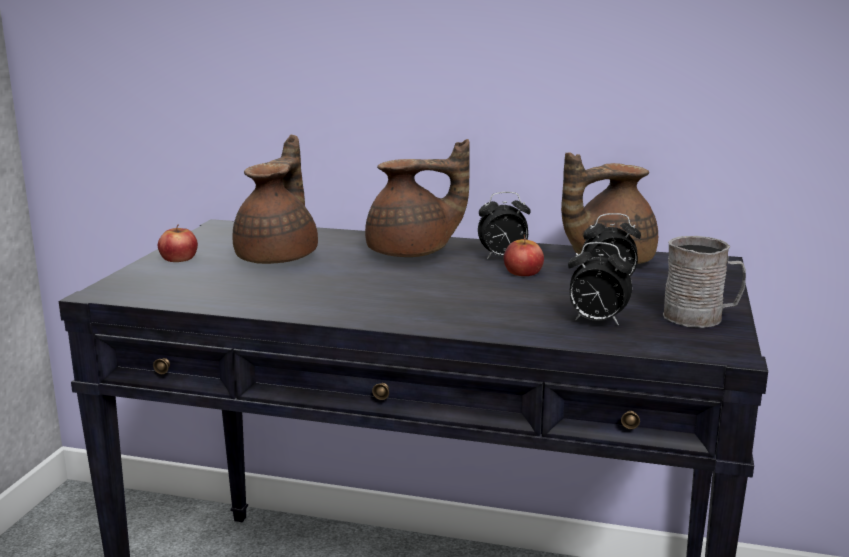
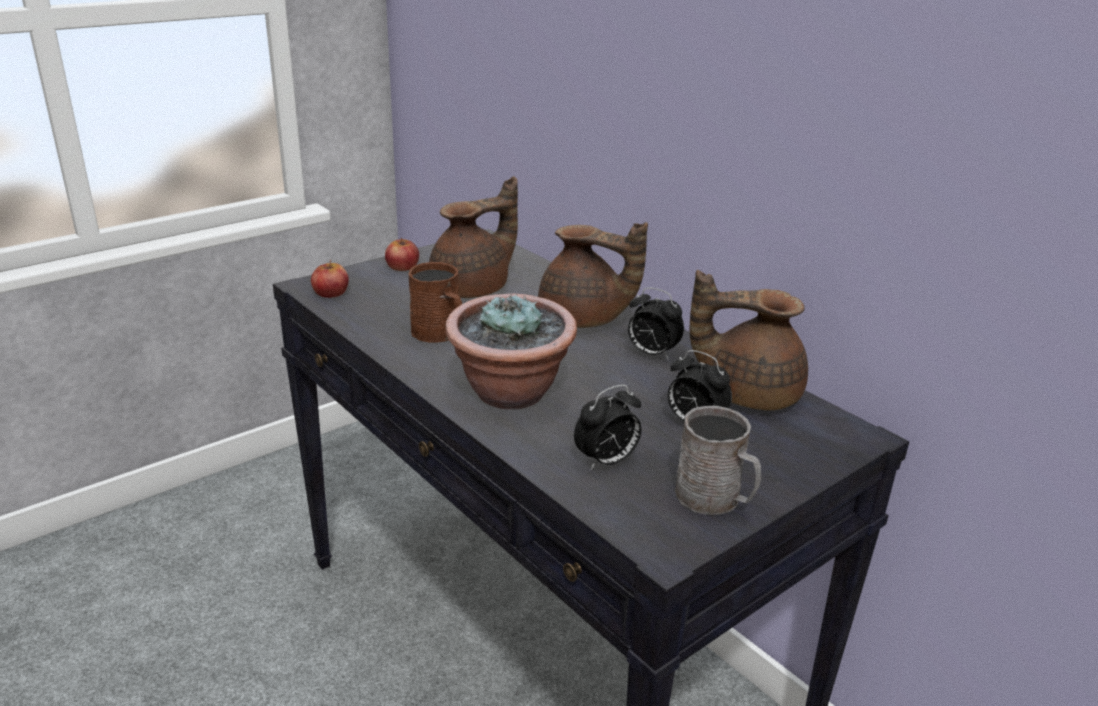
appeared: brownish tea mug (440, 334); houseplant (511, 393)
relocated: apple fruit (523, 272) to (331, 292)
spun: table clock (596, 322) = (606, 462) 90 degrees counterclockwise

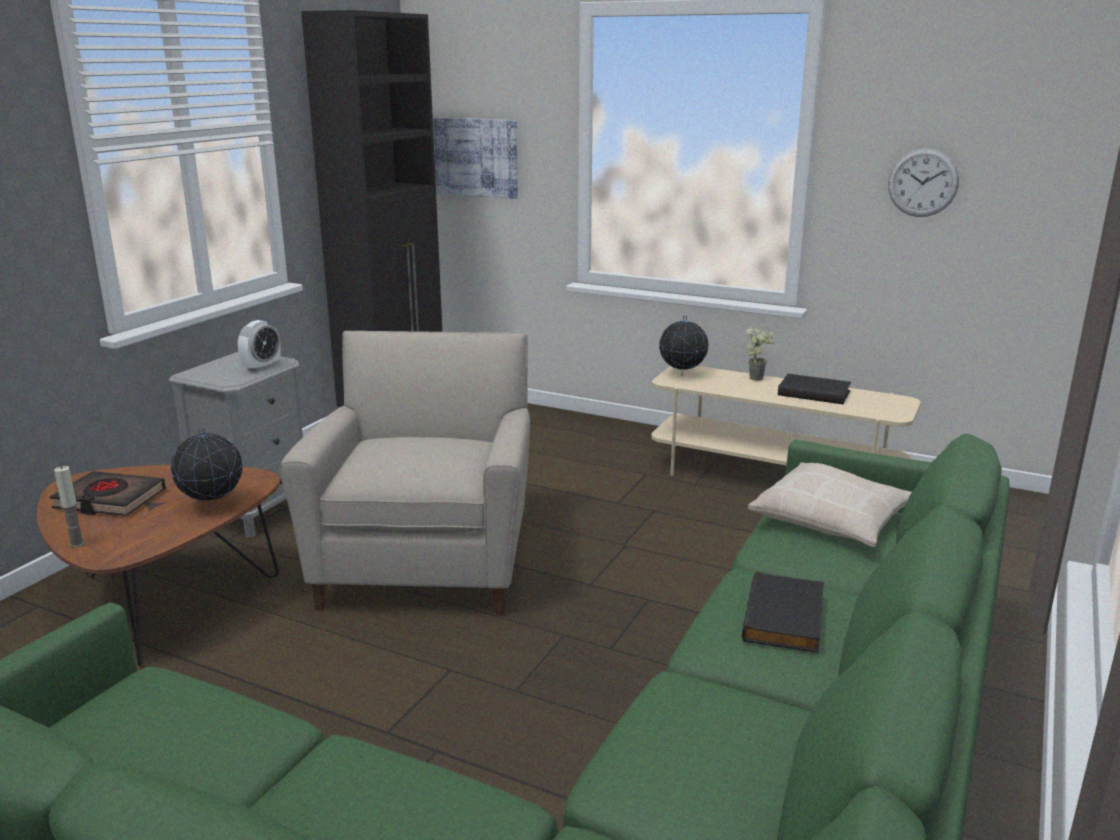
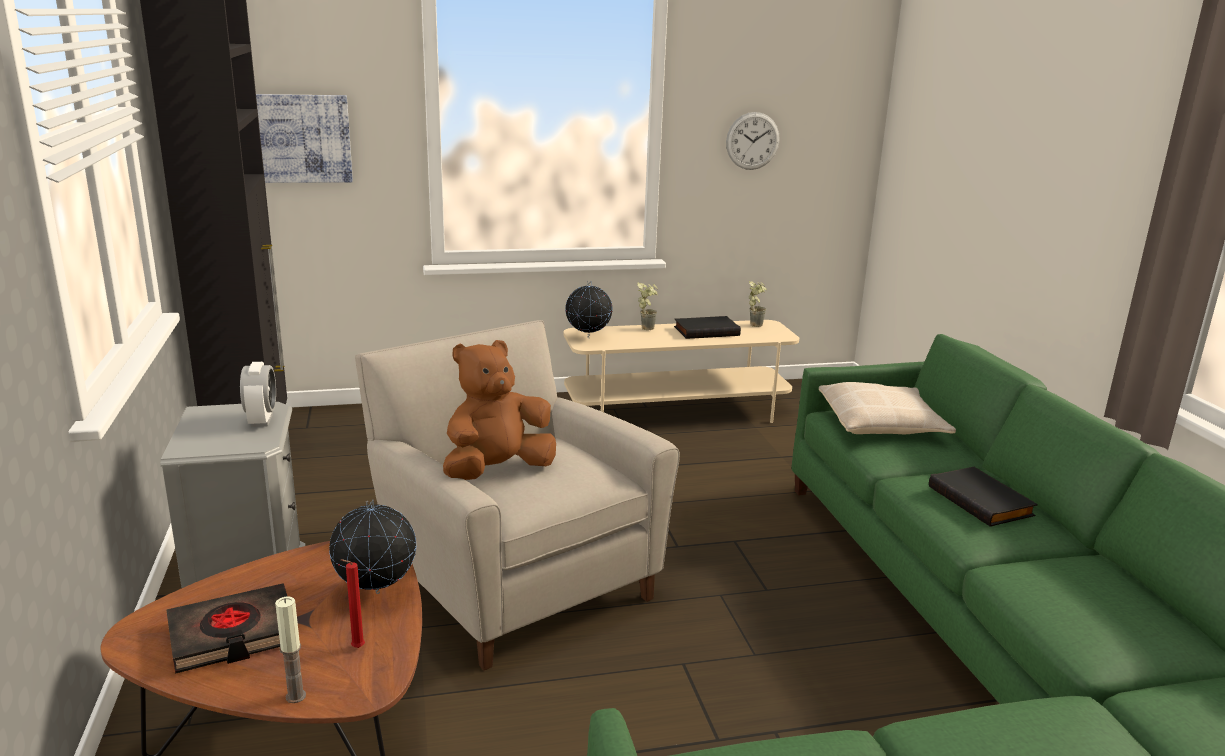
appeared: houseplant (755, 324); brownish soft toy (497, 471); red-coloured candle (356, 648)

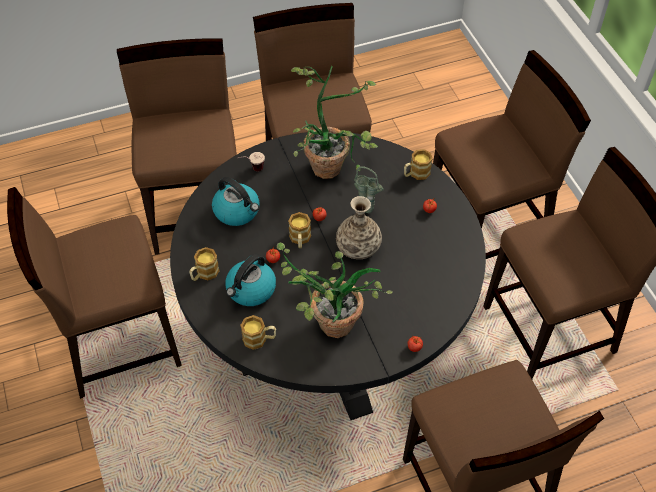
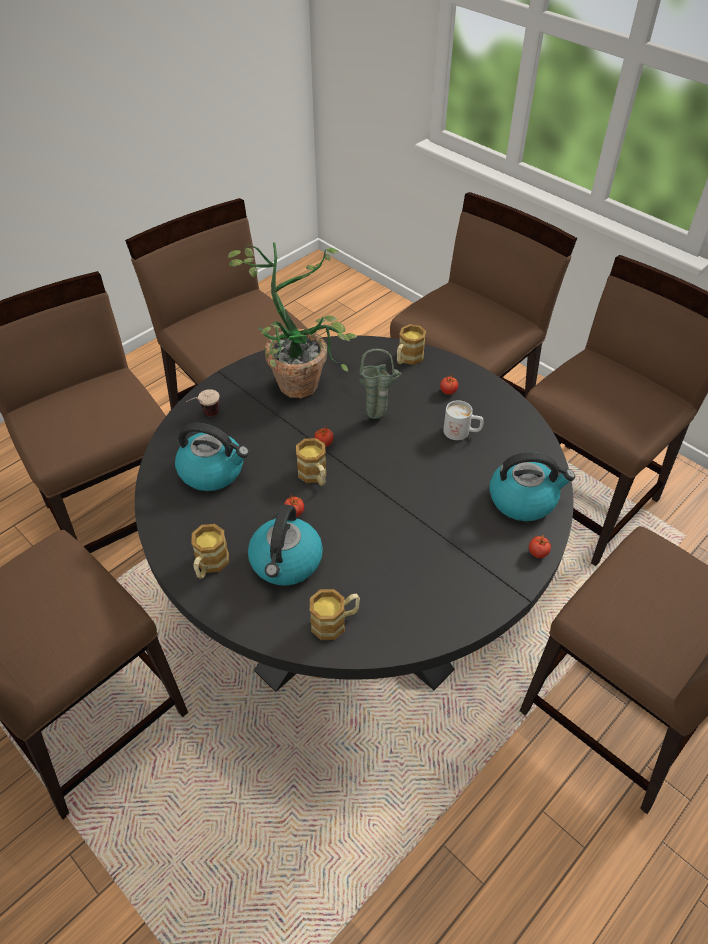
missing: flower vase (358, 247); houseplant (326, 323)
appeared: whitish tea mug (462, 432); kettle (523, 499)

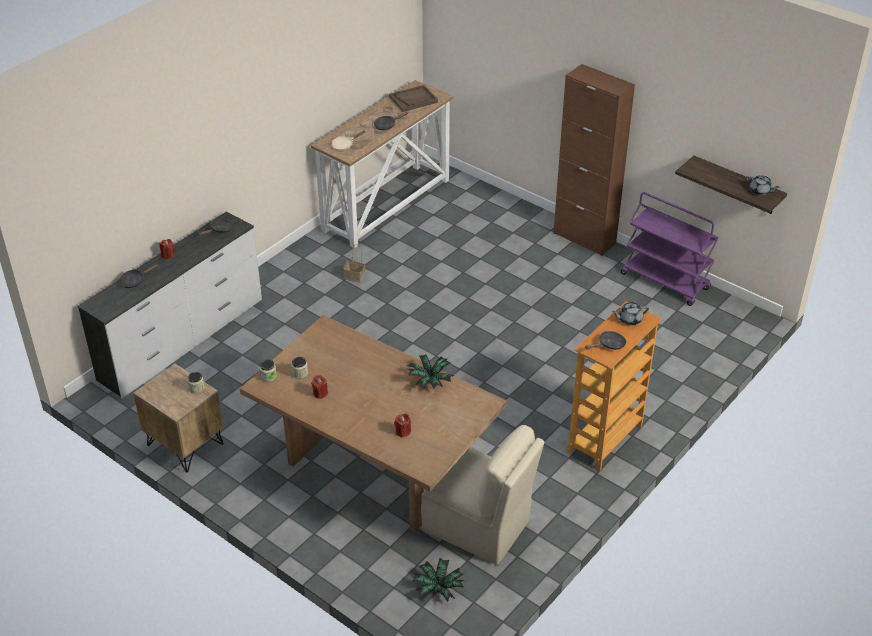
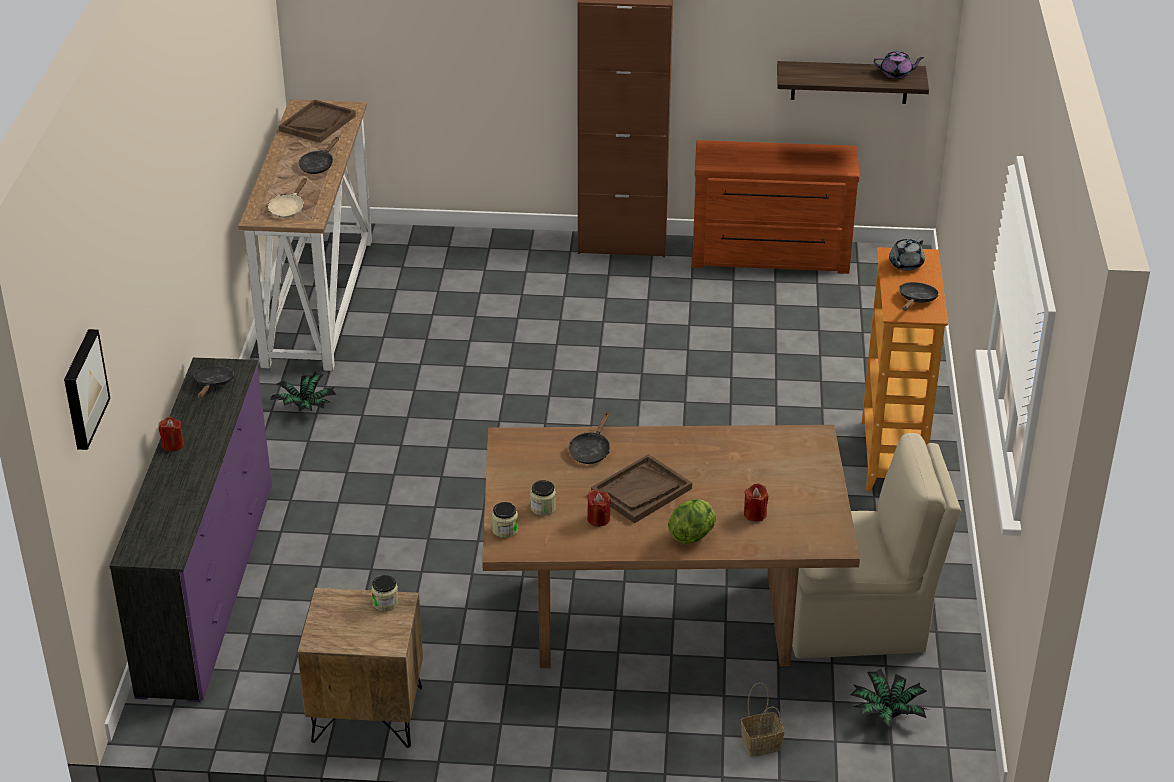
appeared: wall art (82, 388); brownish serving tray (641, 491); lettuce (692, 535)
relocated: storage basket (355, 277) to (762, 743); black-coloured skillet (135, 281) to (591, 450); houseplant (429, 381) to (304, 408)
exchanged: purple-coloured wheeled cart (665, 281) to brownish dresser (770, 257)
colour: greyish pot for tea (760, 191) to purple-coloured pot for tea (896, 74); whitish dresser (183, 339) to purple-coloured dresser (209, 586)

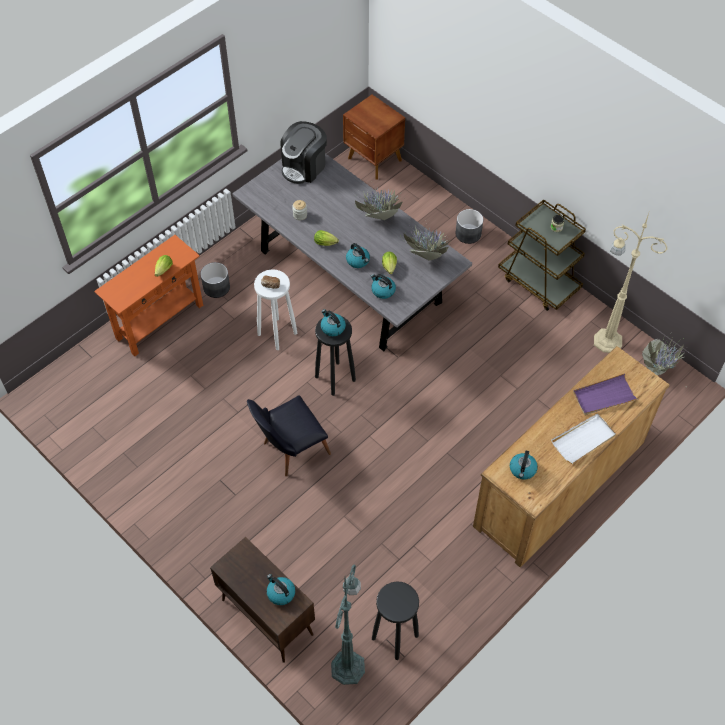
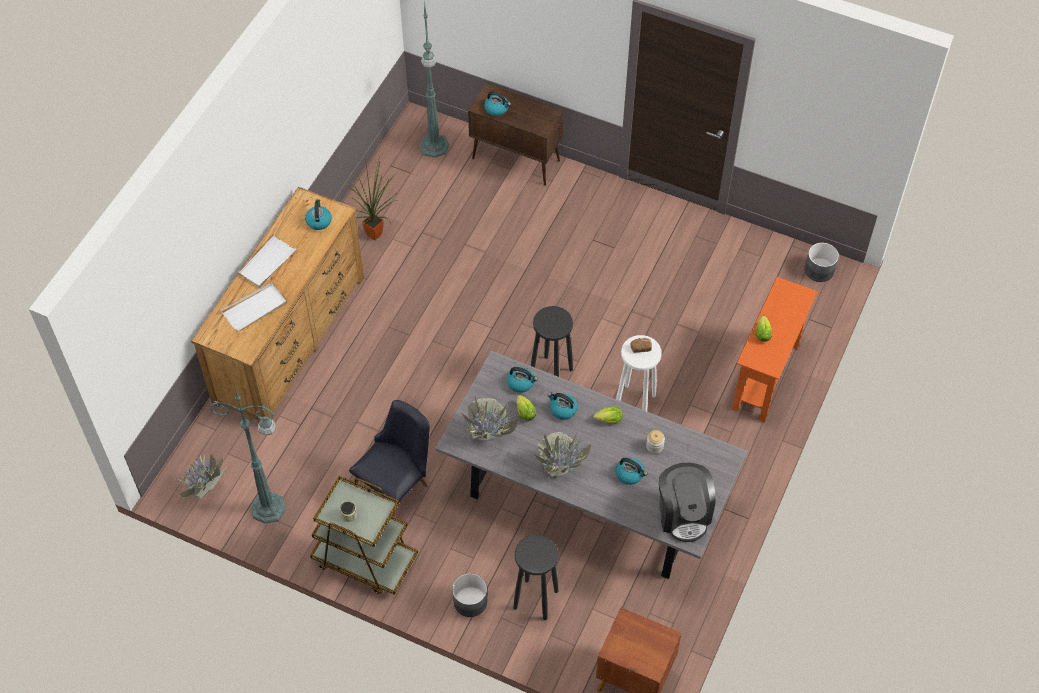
appeared: houseplant (376, 236)
relocated: greyish flower pot (216, 287) to (819, 270); kettle (332, 327) to (630, 474); black-coloured upright chair (290, 450) to (396, 487); black-coloured sitting stool (395, 637) to (535, 599)
colour: beige standard lamp (606, 340) to green-coloured standard lamp (270, 508); purple-coloured serving tray (604, 396) to whitish serving tray (255, 309)
spun: coffee machine (304, 167) = (683, 513) 150 degrees clockwise

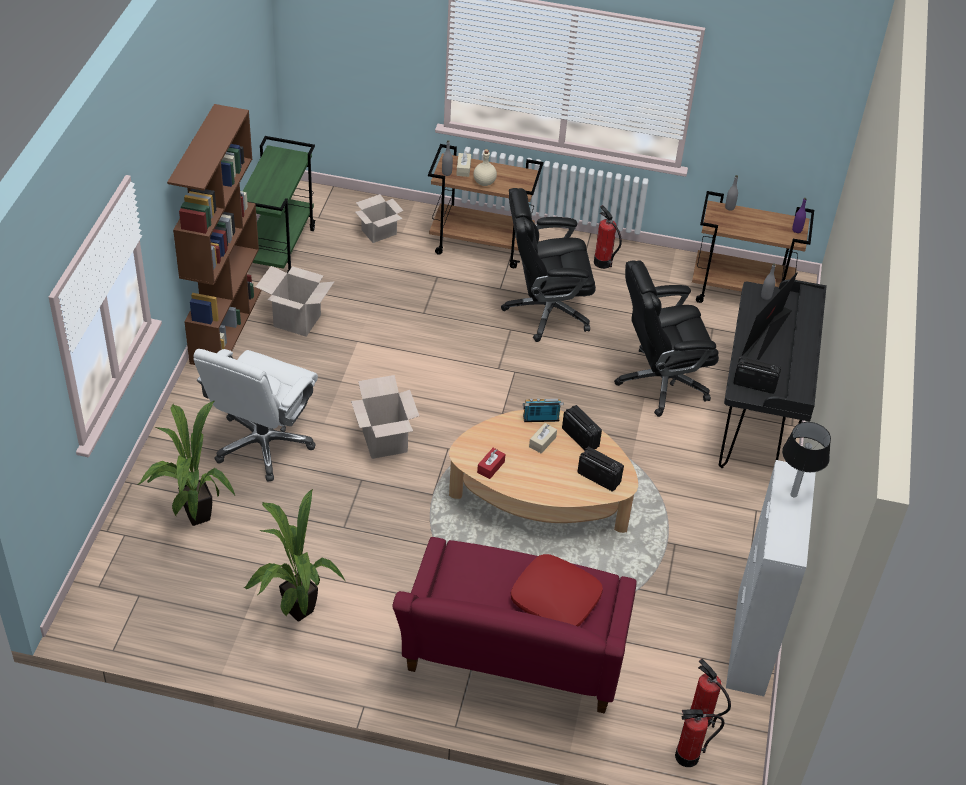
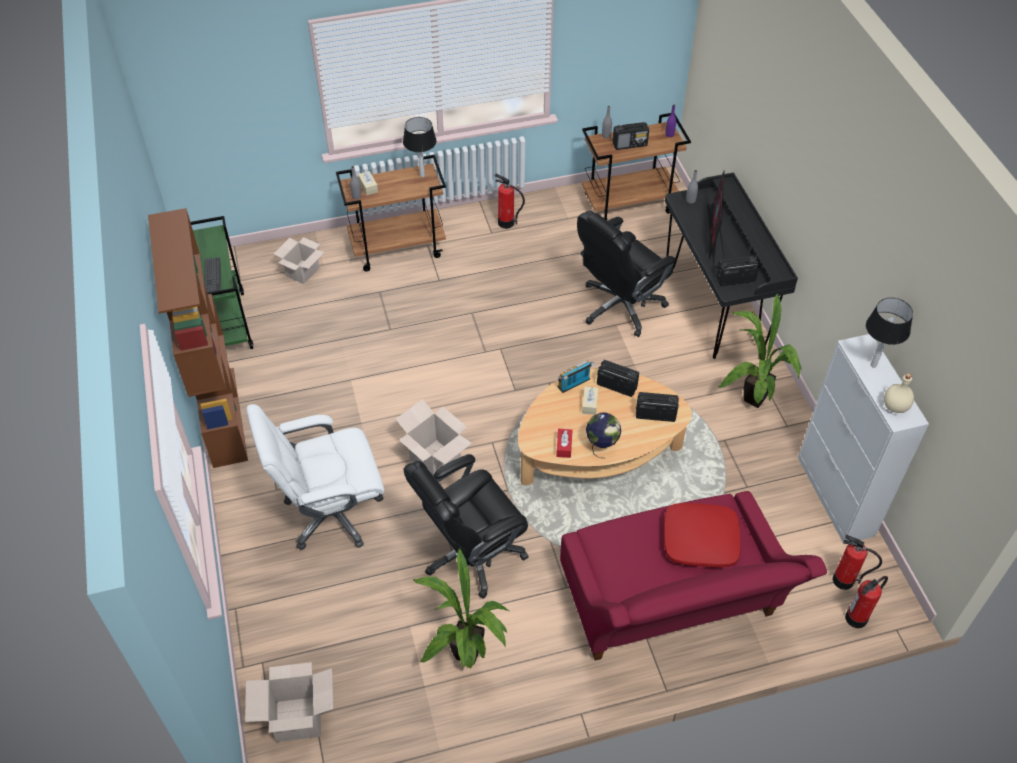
appeared: table lamp (422, 176); radio (630, 144); keyboard (212, 276); globe (601, 446)
relocated: beige bottle (484, 182) to (894, 406); black-coloured desk chair (546, 311) to (471, 553); packing box (297, 321) to (298, 719); houseplant (193, 518) to (752, 402)
spun: whitish desk chair (263, 444) = (331, 513) 75 degrees clockwise

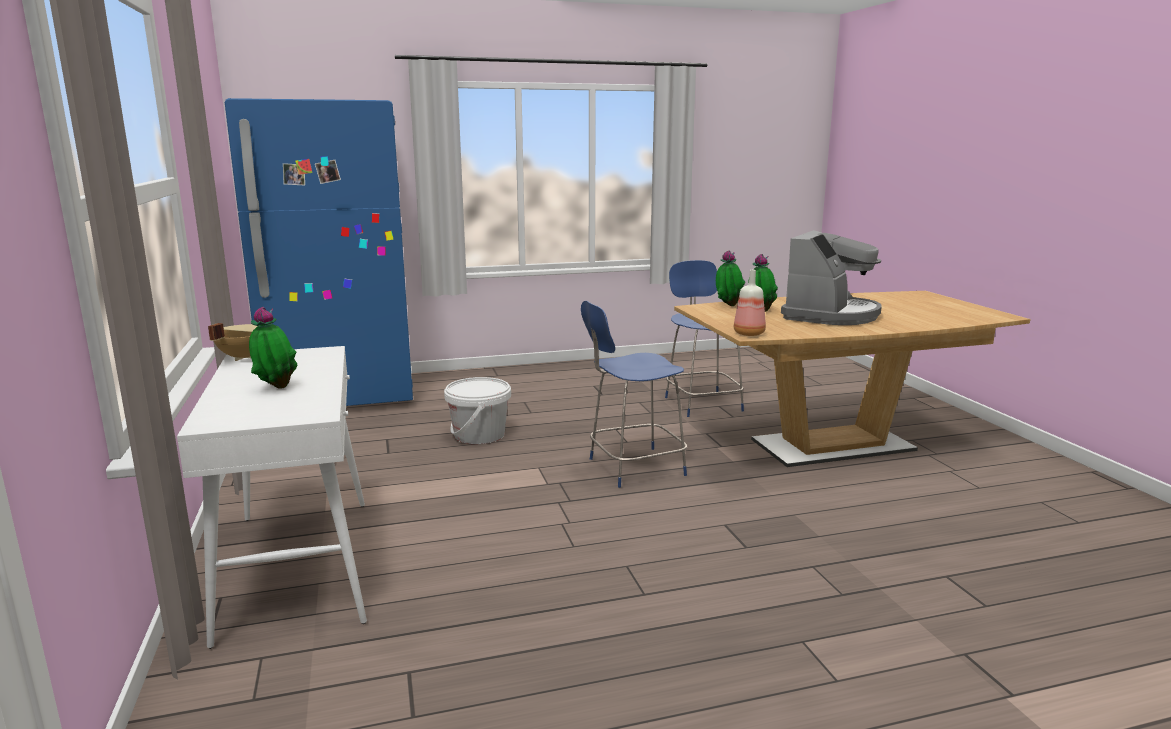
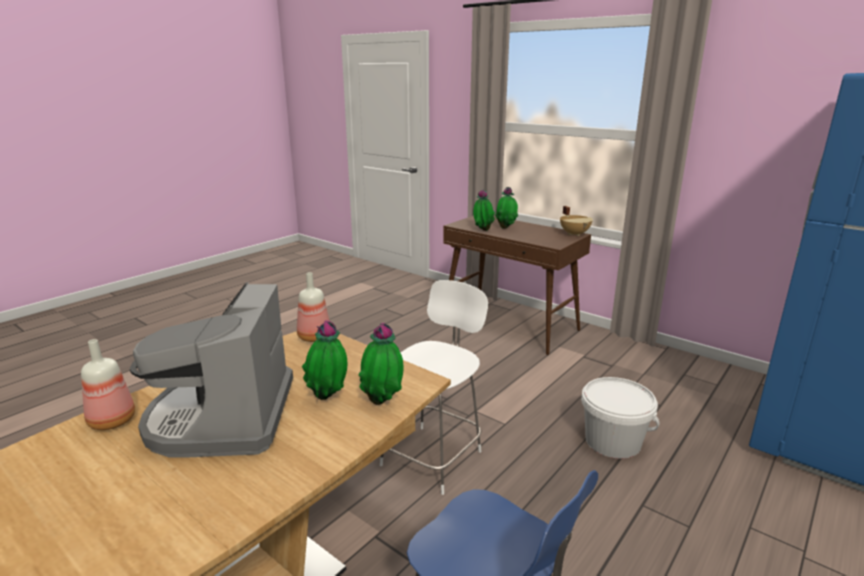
appeared: houseplant (482, 230); bottle (112, 422)
colour: blue-coloured upright chair (633, 467) to whitish upright chair (433, 456); whitish console table (297, 565) to brownish console table (510, 325)

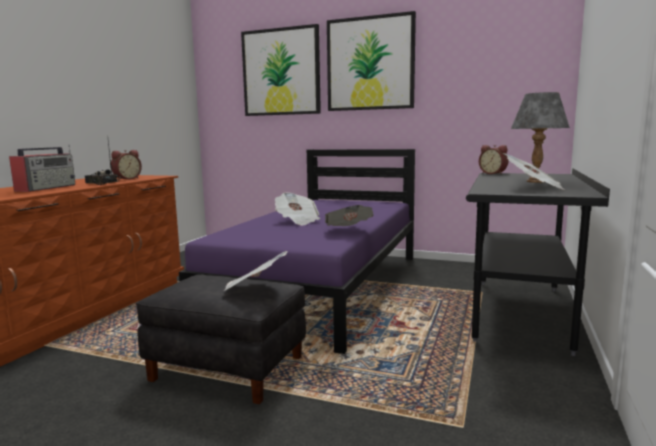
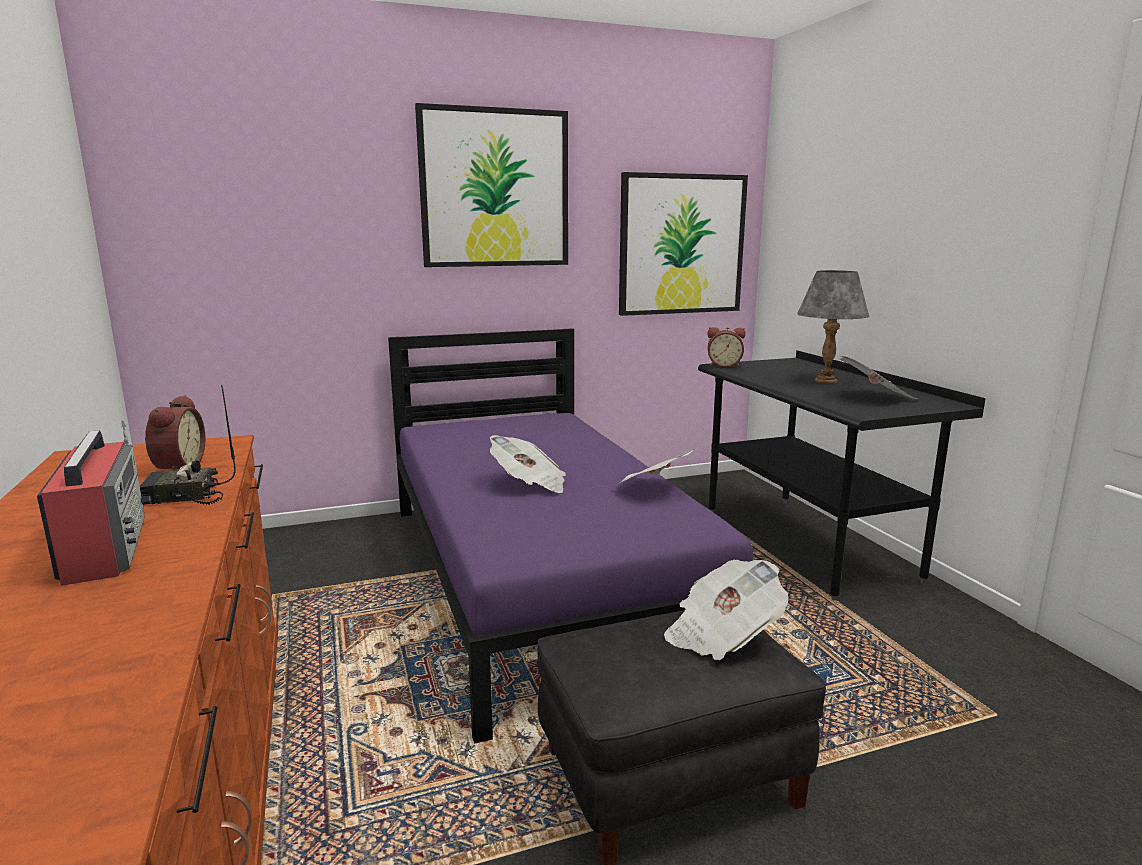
relocated: wall art (281, 72) to (681, 245)

